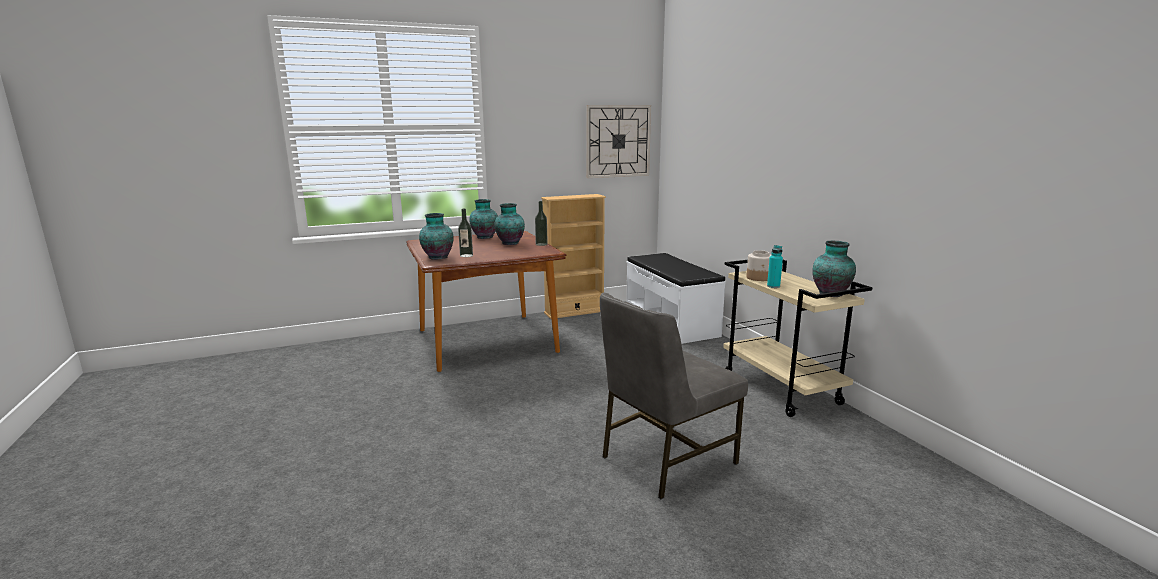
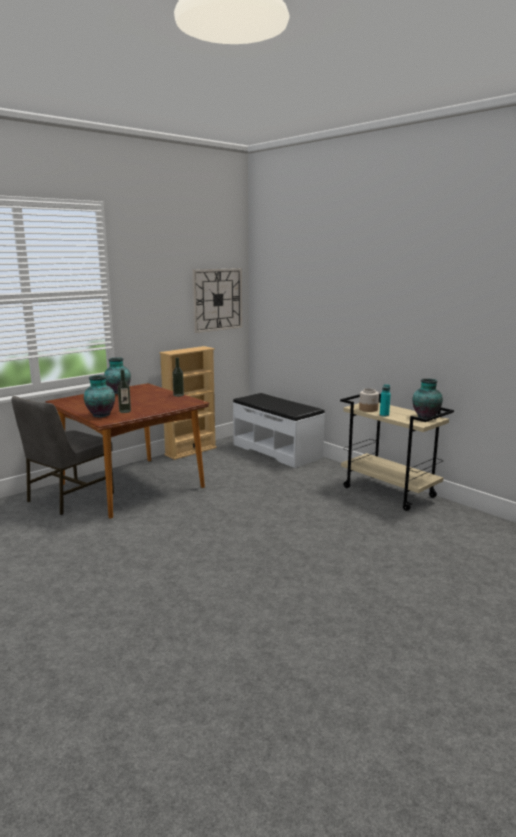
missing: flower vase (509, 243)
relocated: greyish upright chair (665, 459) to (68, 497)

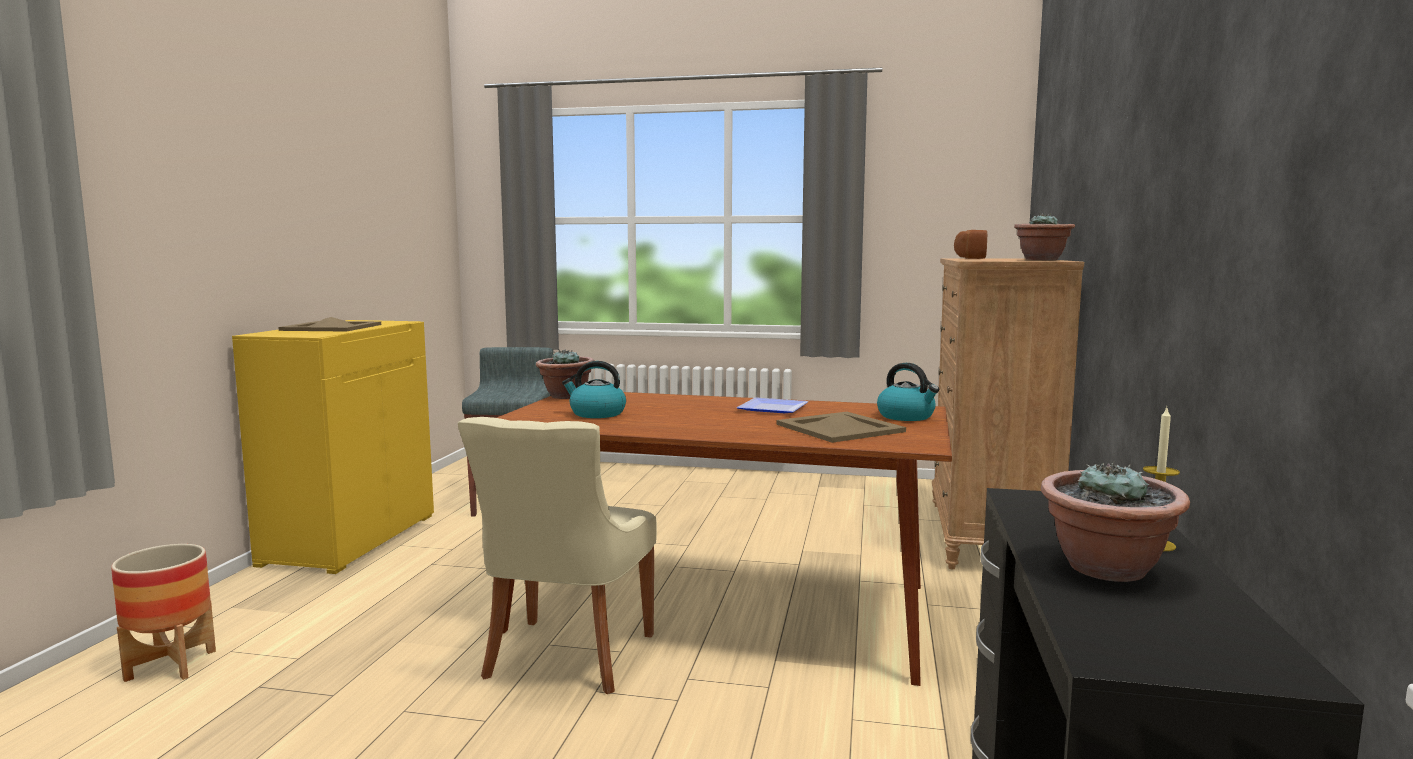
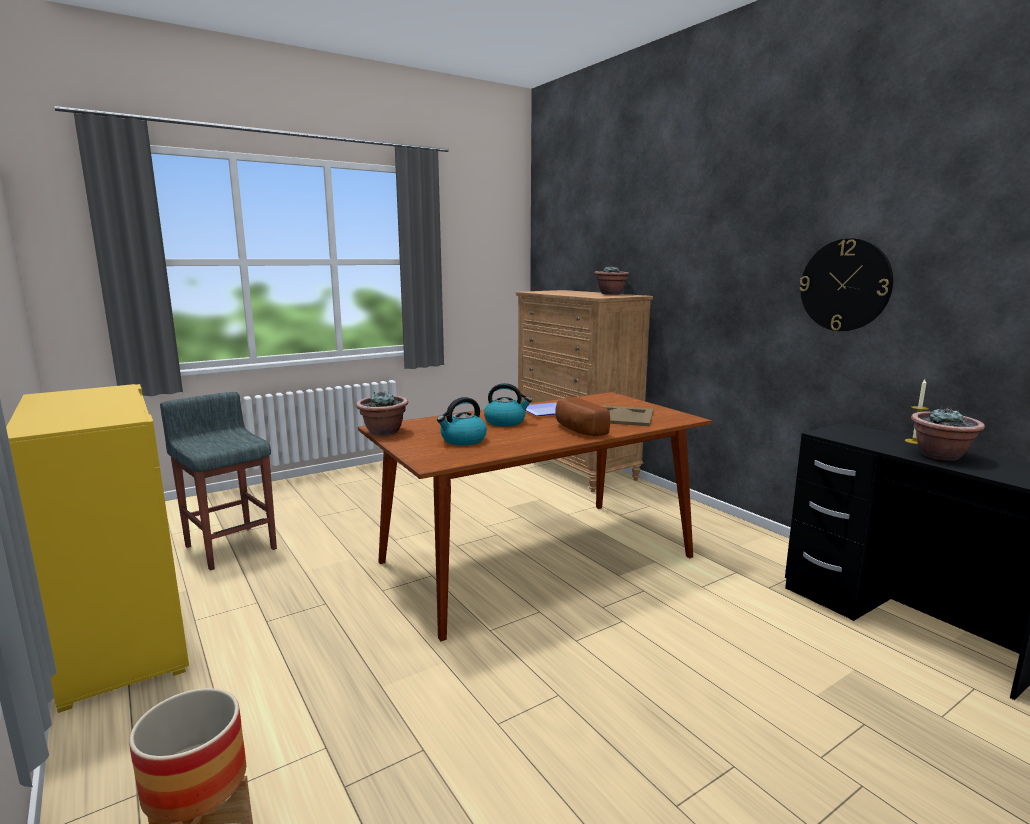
missing: beige serving tray (331, 327); beige upright chair (566, 658)
appeared: wall clock (845, 285)
relocated: bread (969, 258) to (577, 430); kettle (907, 416) to (505, 422)

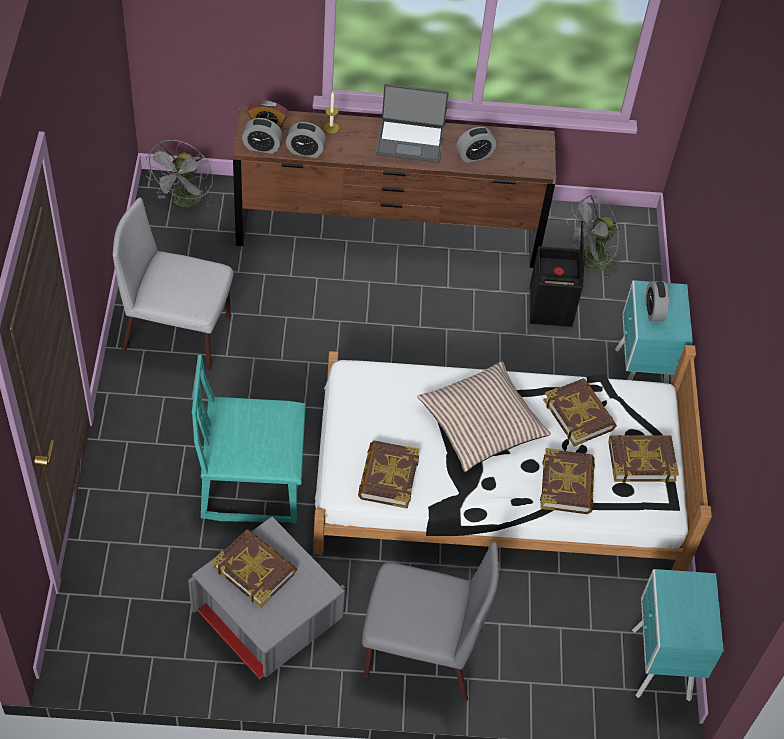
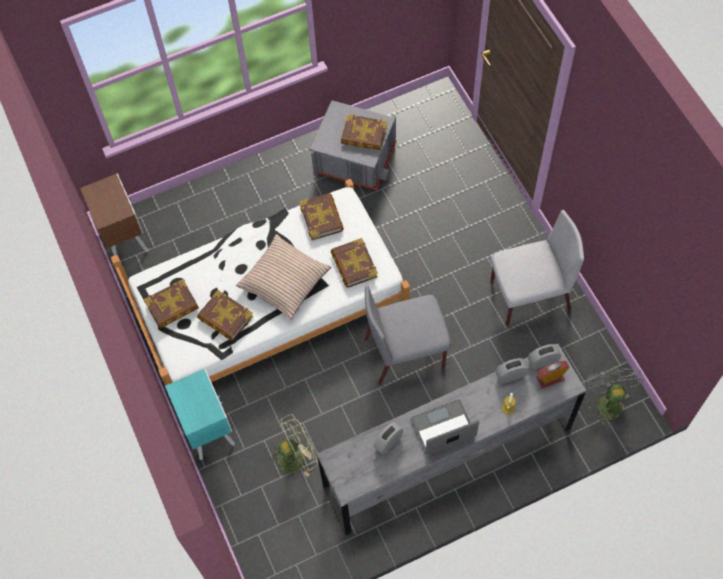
missing: greyish electric fan (590, 262); table clock (653, 310); turquoise upright chair (251, 482)
relocated: book (567, 485) to (354, 265); greyish upright chair (420, 652) to (406, 352)
exchanged: black-coloured storage container (551, 307) to green-coloured electric fan (295, 457)
colour: brownish dresser (388, 233) to greyish dresser (447, 457); turquoise night table (659, 666) to brownish night table (124, 238)

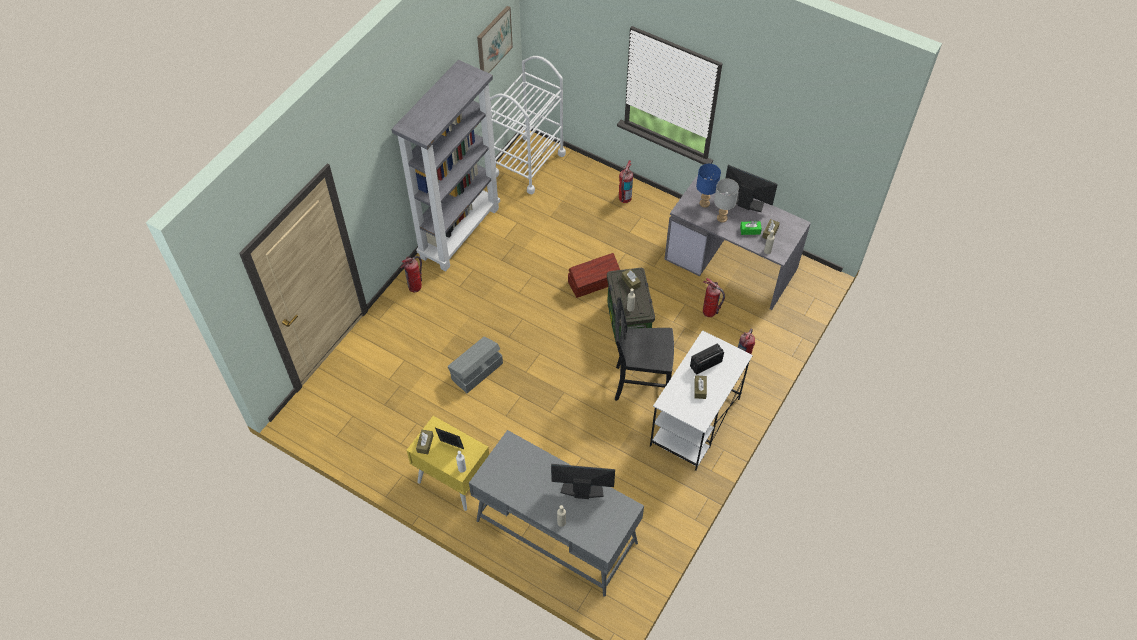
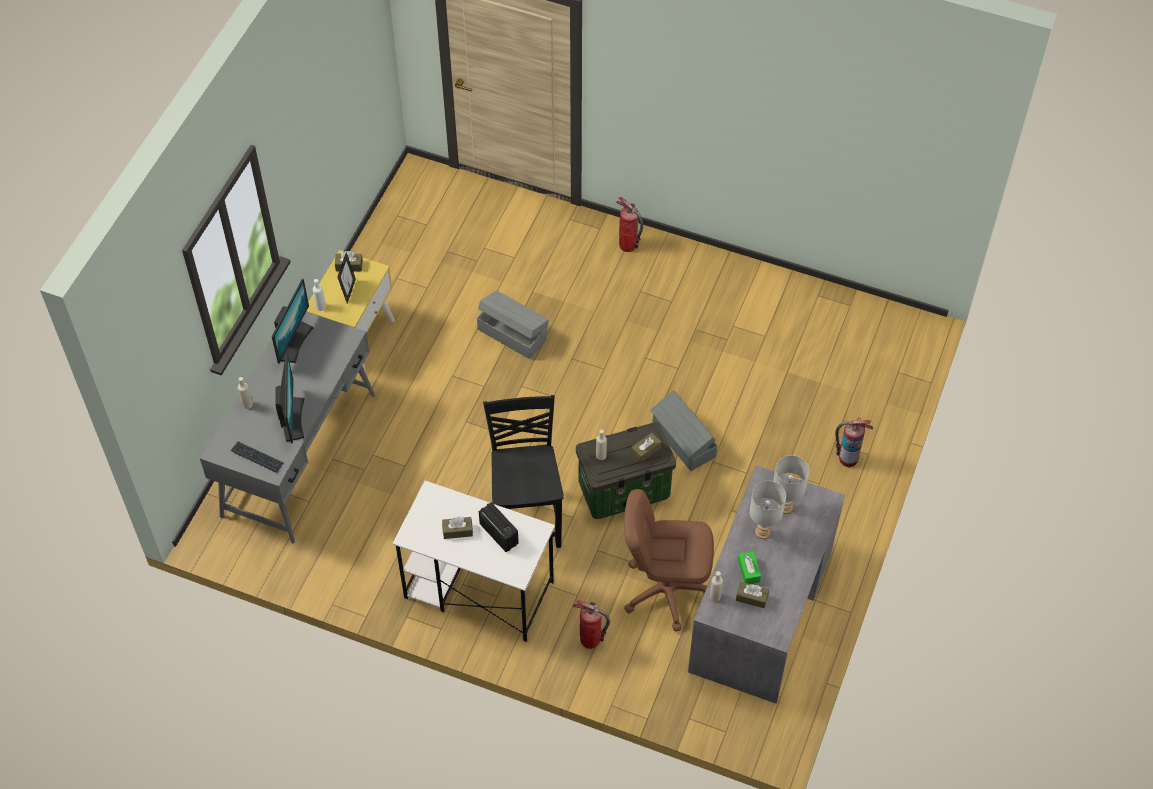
missing: wall art (493, 41); whitish wheeled cart (528, 164); greyish bookcase (459, 232)
appeared: keyboard (256, 457)
relocated: computer display (746, 202) to (294, 342)
exchanged: extinguisher (709, 312) to brownish desk chair (665, 590)
colour: blue-coloured table lamp (705, 203) to greyish table lamp (785, 507); brownish storage container (594, 283) to greyish storage container (683, 441)

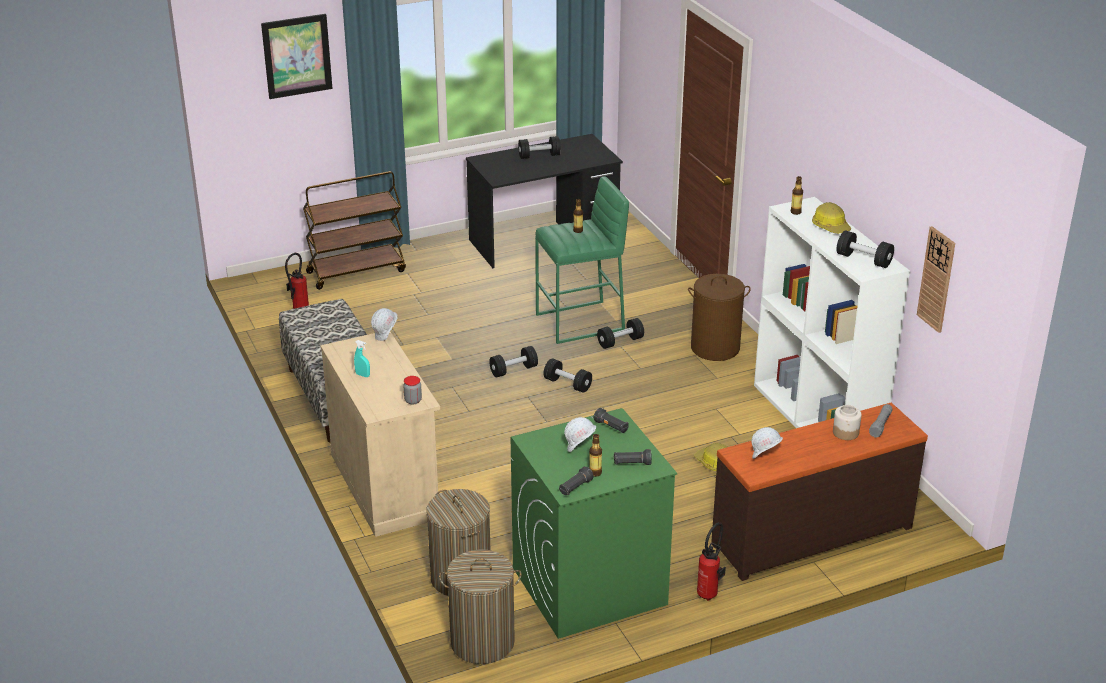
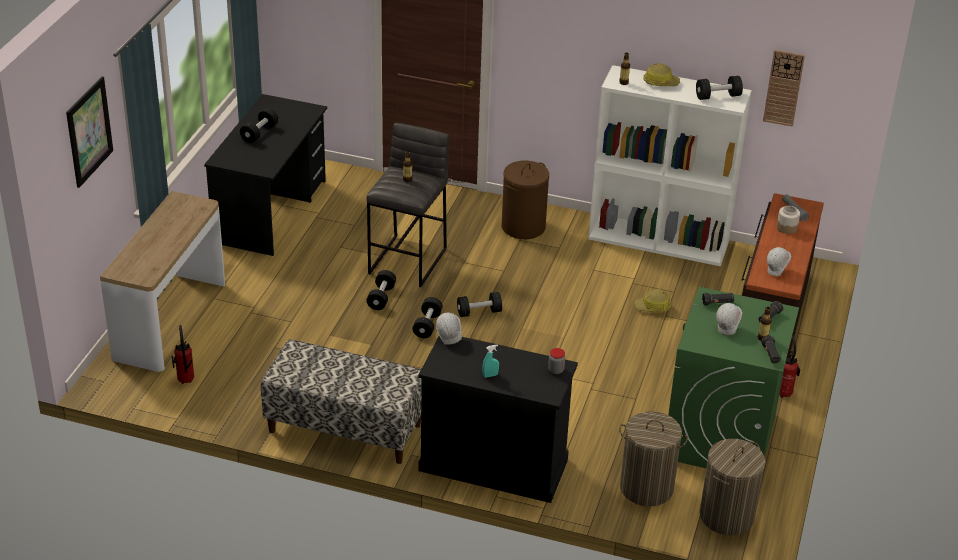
relocated: black-coloured dumbbell (620, 342) to (381, 297)
exchanged: brownish wheeled cart (357, 271) to console table (170, 321)
colour: green-coloured sitting stool (581, 322) to greyish sitting stool (409, 261); beige storage cabinet (385, 485) to black-coloured storage cabinet (493, 464)

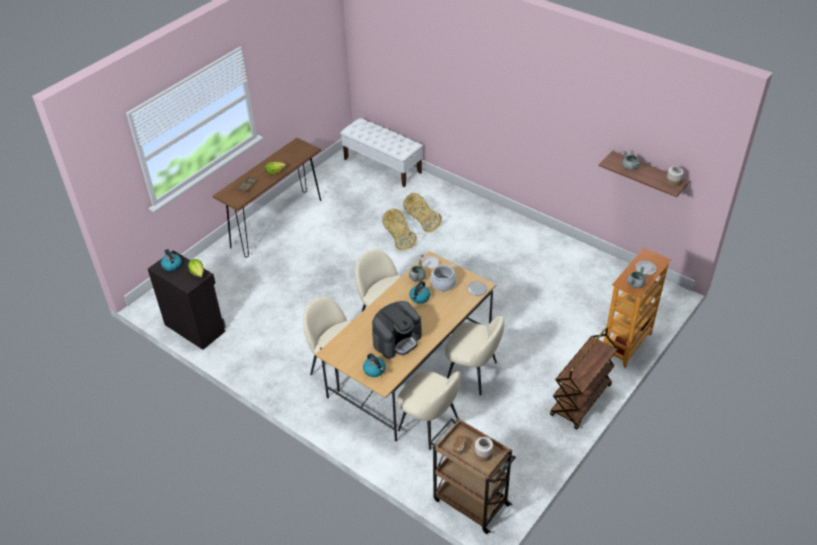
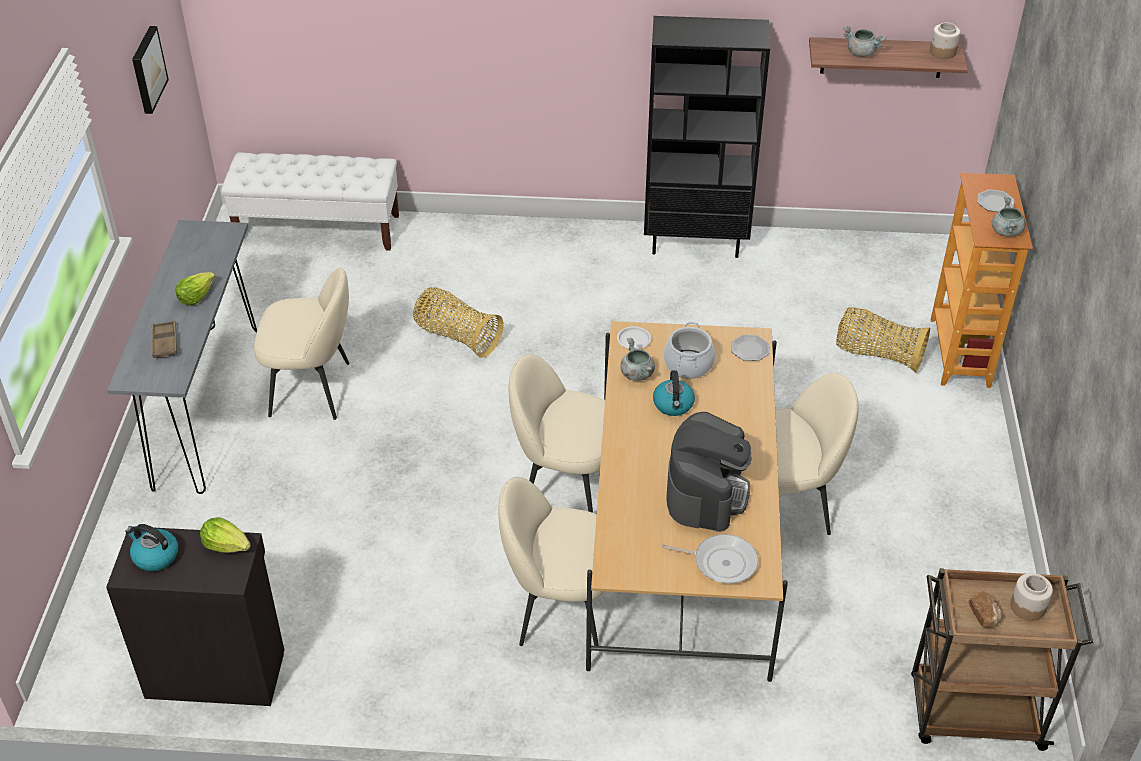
missing: brownish wheeled cart (581, 401)
appeared: black-coloured bookcase (696, 242); wall art (147, 69)
relocated: storage basket (421, 219) to (877, 354); beige upright chair (429, 425) to (313, 389)
exchanged: kettle (375, 370) to skillet (721, 562)
colour: brownish console table (276, 223) to greyish console table (206, 406)

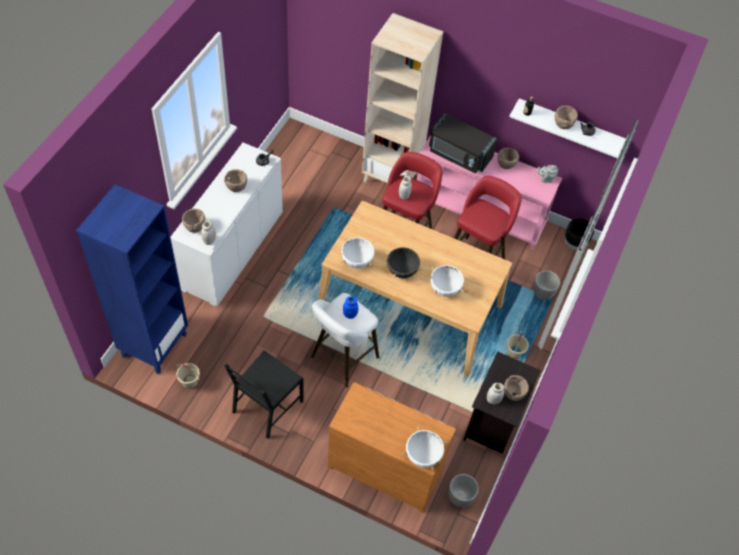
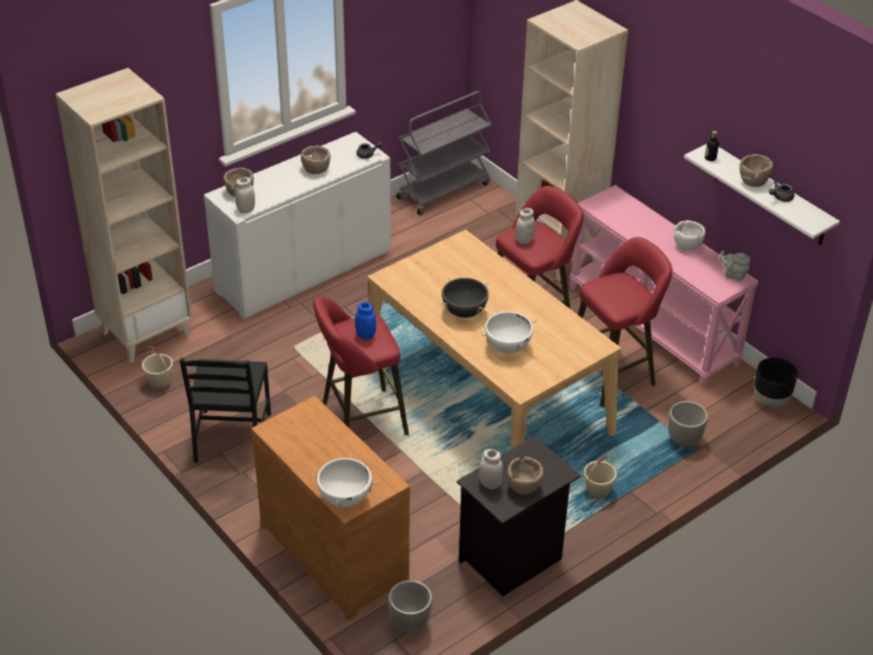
missing: black-coloured kitchen microwave (459, 155); whitish saucepot (357, 261)
appeared: greyish wheeled cart (443, 190)
colour: brownish bowl (506, 164) to whitish bowl (688, 245); blue-coloured bookcase (154, 344) to beige bookcase (146, 333); whitish sitting stool (342, 359) to red-coloured sitting stool (359, 422)
spun: black-coloured upright chair (267, 406) = (232, 438) 60 degrees counterclockwise

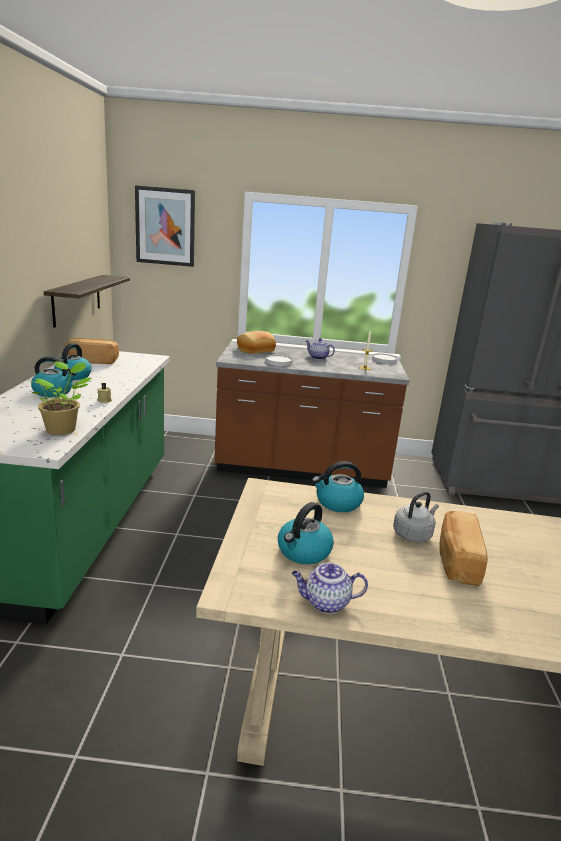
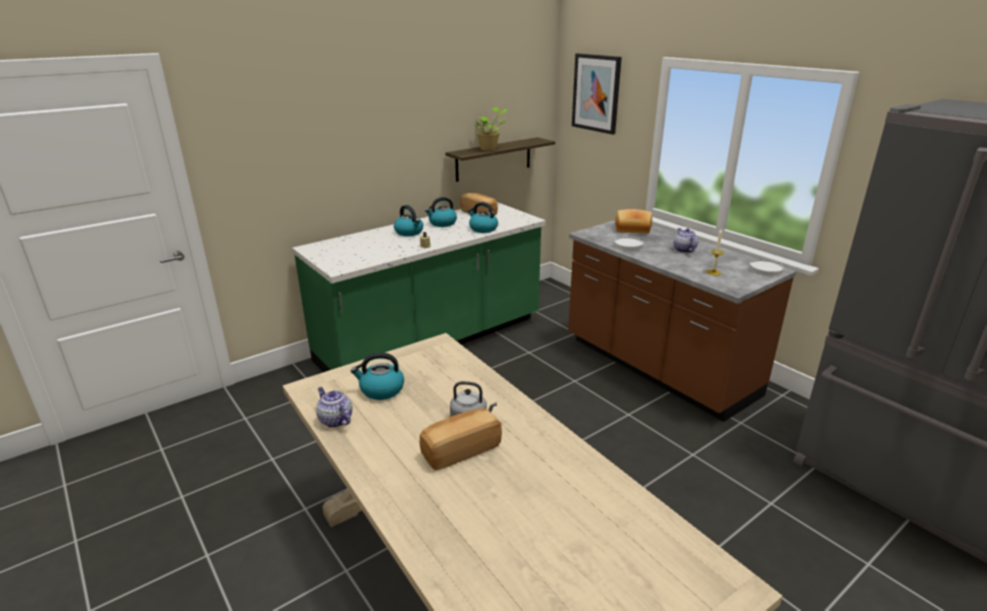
relocated: houseplant (63, 429) to (489, 149); kettle (337, 503) to (483, 229)

